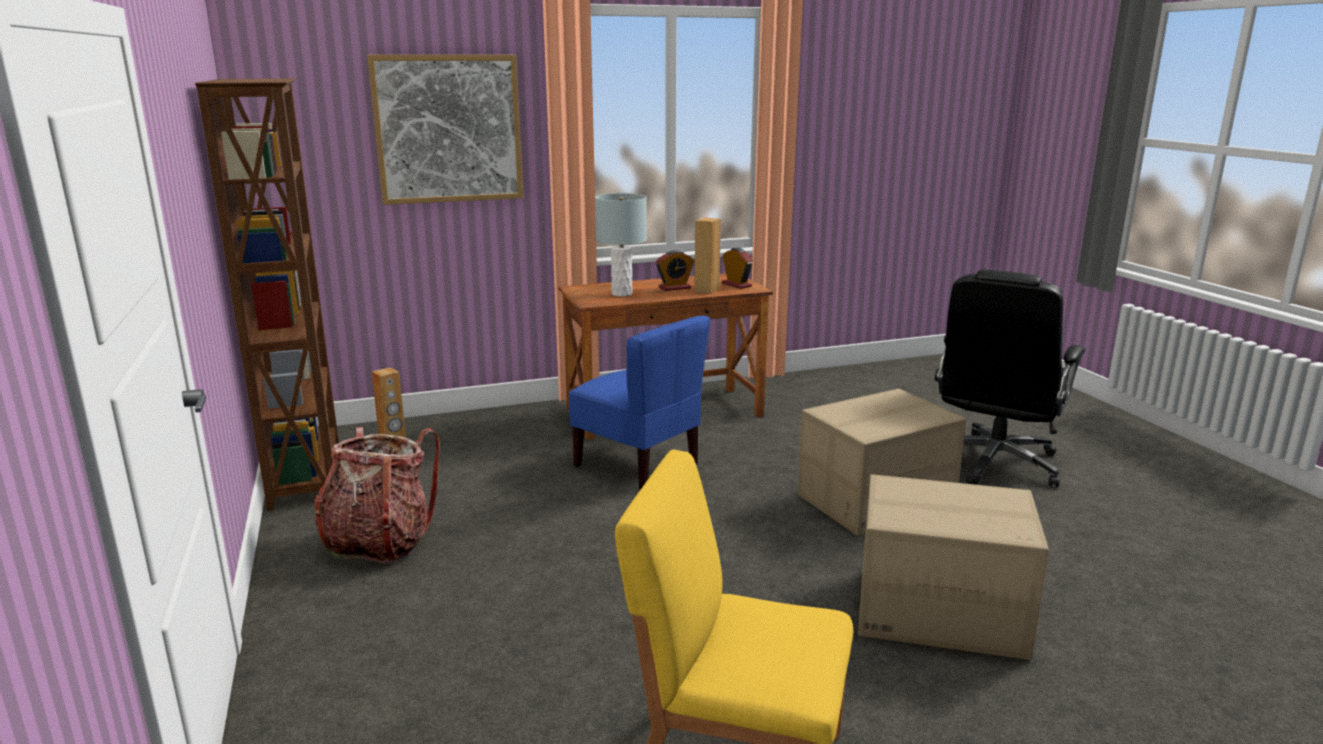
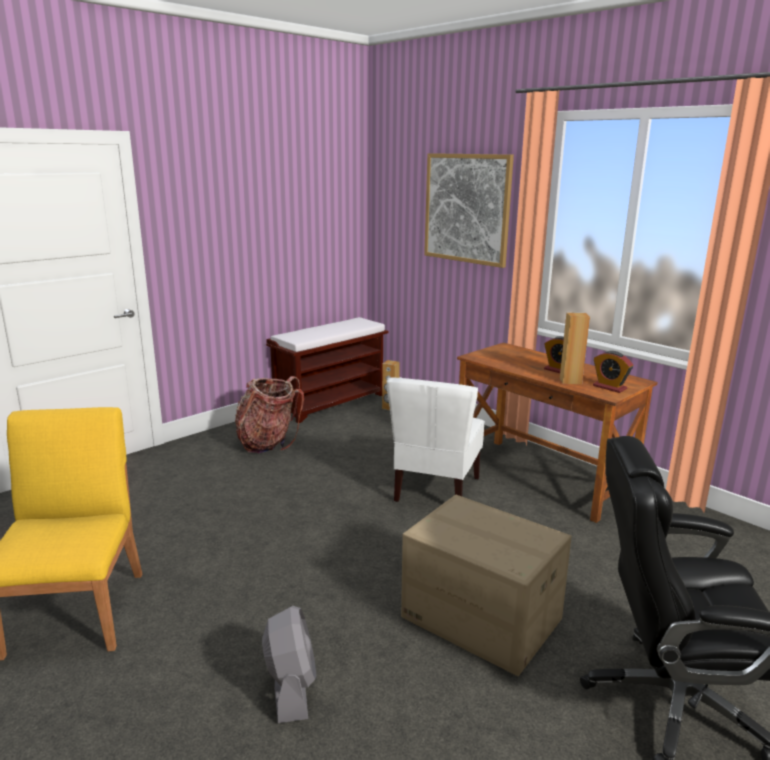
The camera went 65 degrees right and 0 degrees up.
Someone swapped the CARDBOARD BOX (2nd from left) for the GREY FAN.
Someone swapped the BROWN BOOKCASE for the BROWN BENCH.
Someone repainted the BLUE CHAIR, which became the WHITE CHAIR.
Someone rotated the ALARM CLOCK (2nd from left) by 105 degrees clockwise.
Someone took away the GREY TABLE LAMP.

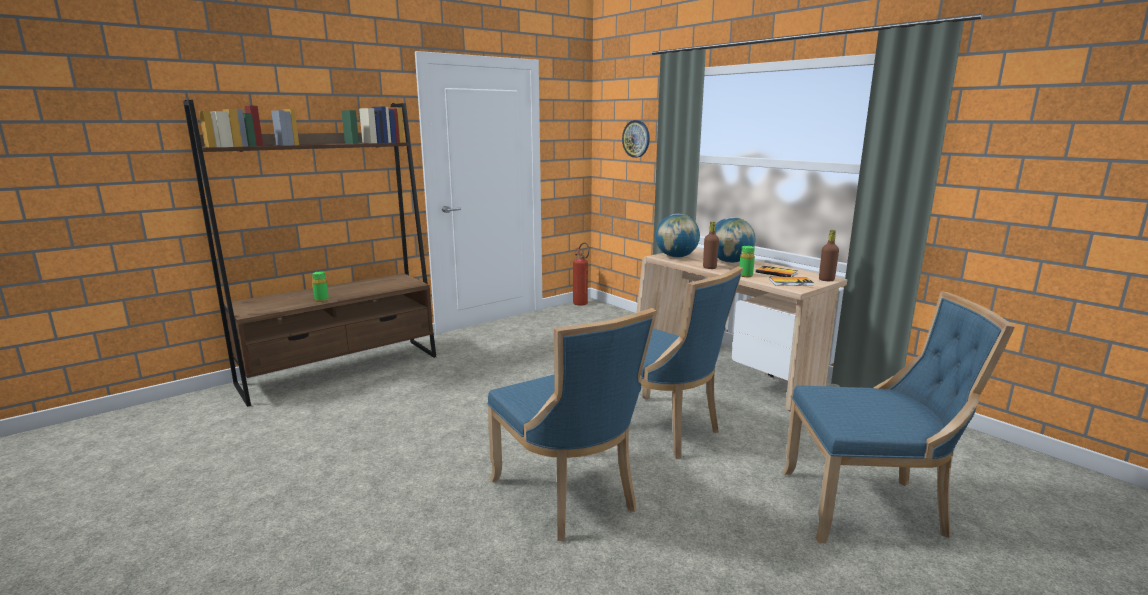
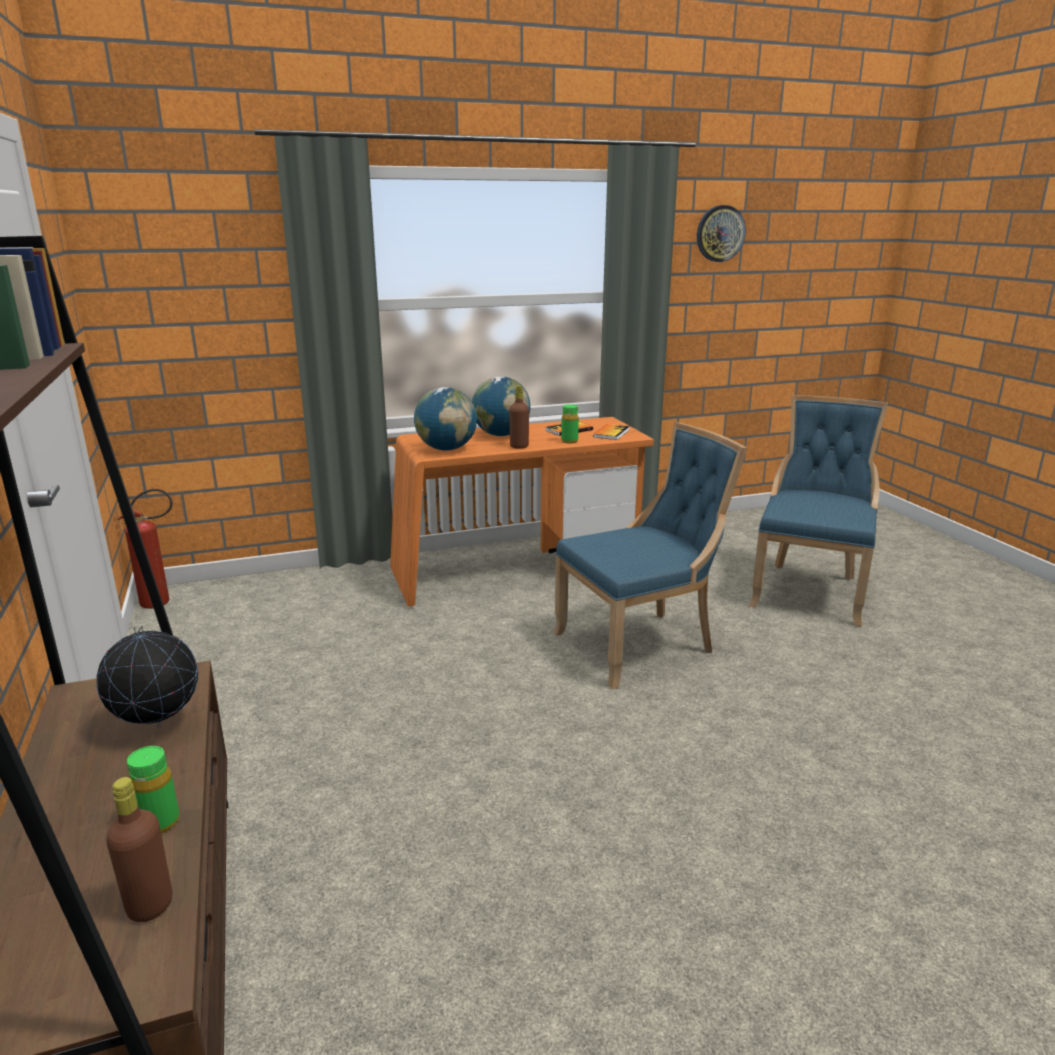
The camera went 70 degrees left and 5 degrees up.
Someone put down the GLOBE (1st from left).
Someone carried the BROWN BOTTLE (2nd from left in the first image).
Someone repainted the BEIGE DESK, which became the ORANGE DESK.
Someone carried the WALL CLOCK.
Someone took away the BLUE CHAIR (1st from left).

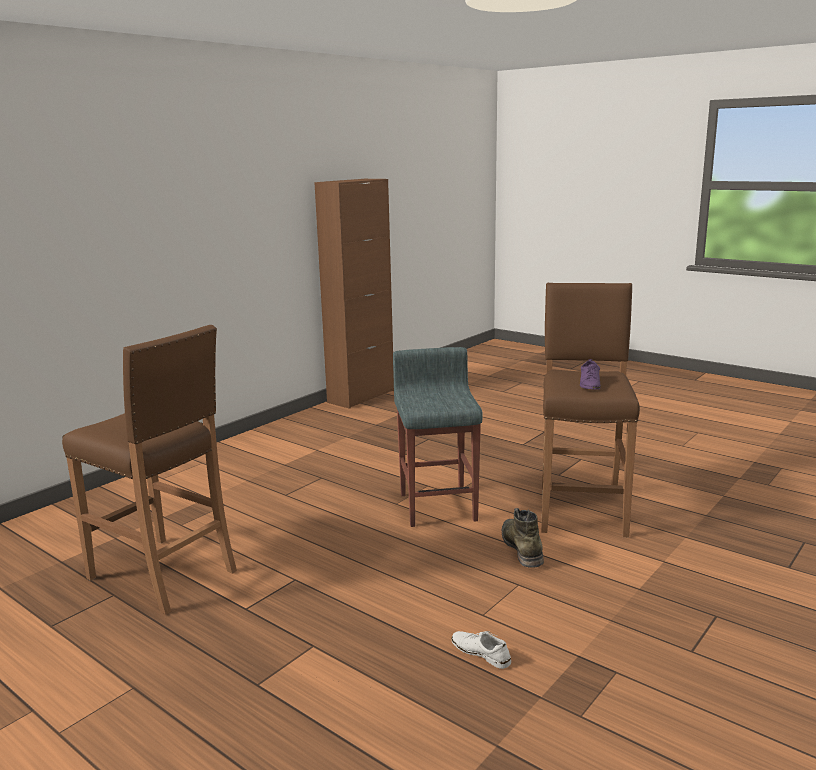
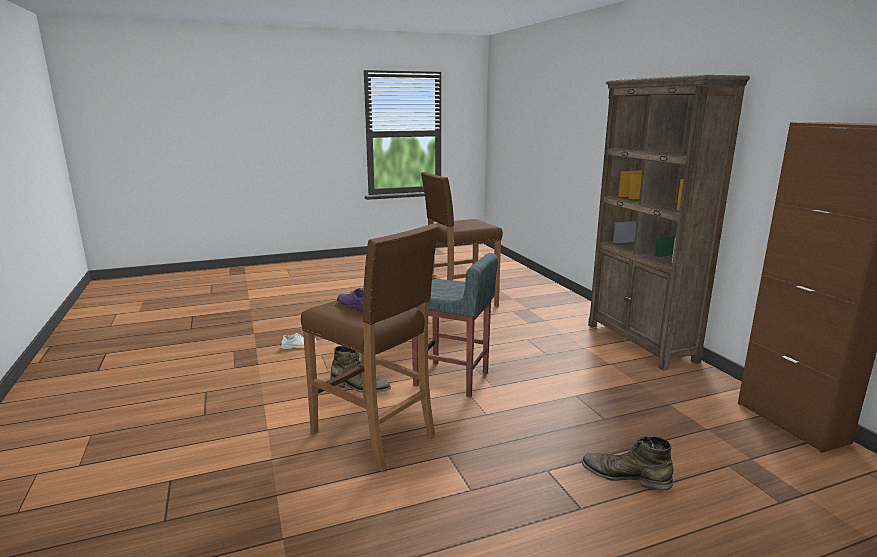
The camera went 120 degrees right and 0 degrees up.
Someone put down the GREEN BOOT (2nd from left).
Someone put down the BROWN BOOKCASE.

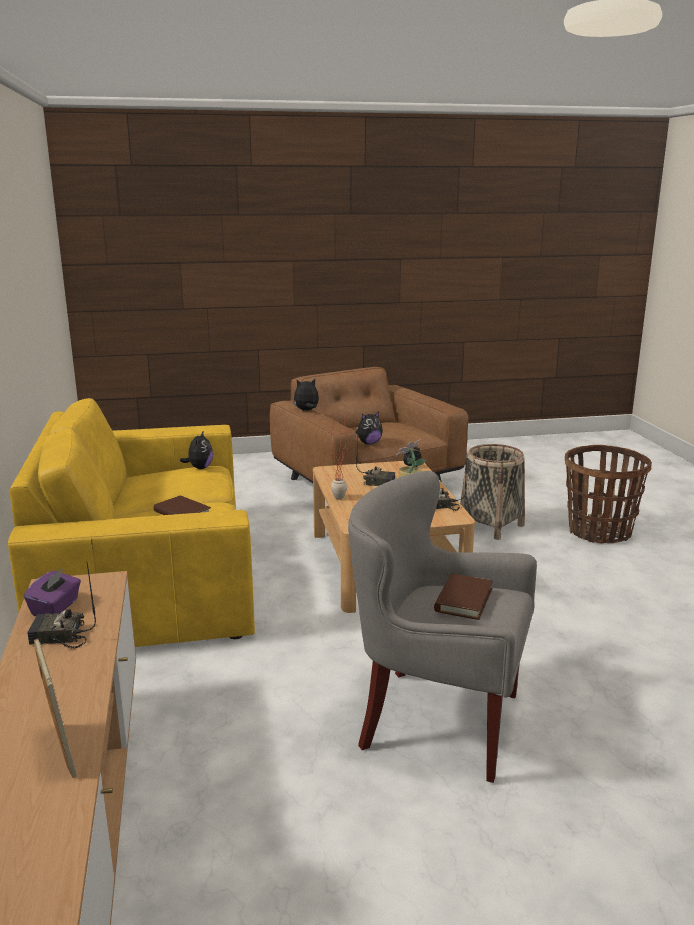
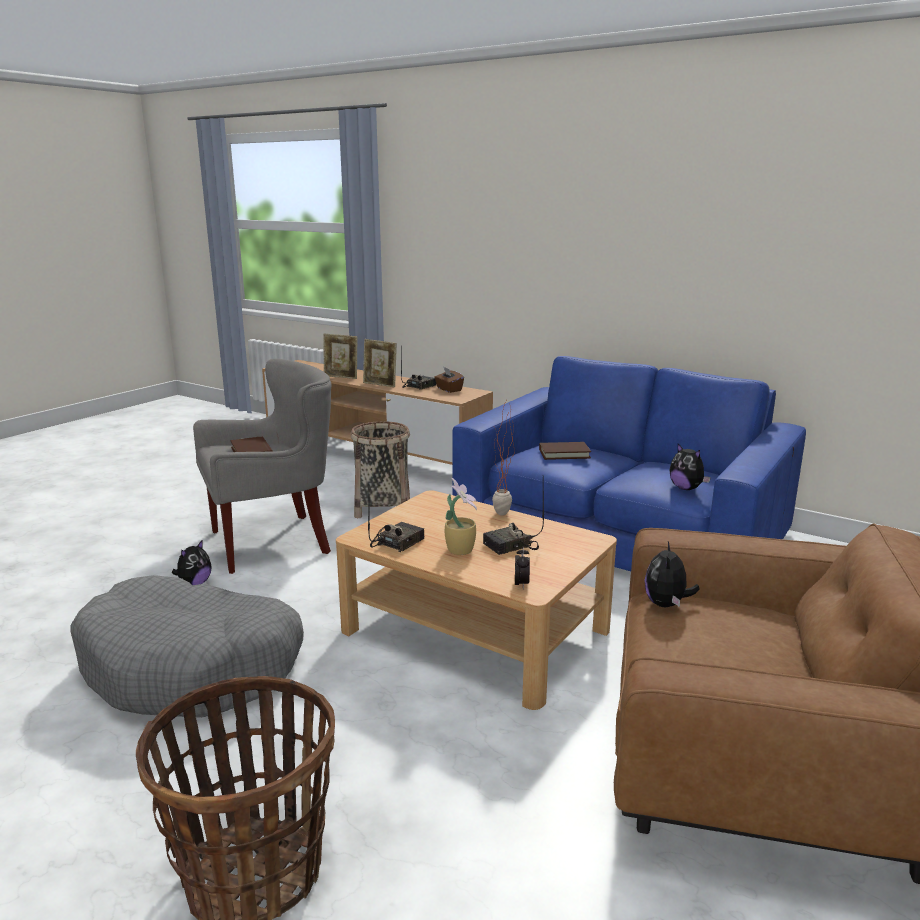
The camera went 135 degrees right and 0 degrees up.
Someone put down the GREY DOG BED.
Someone carried the PLUSH TOY (2nd from left in the first image).
Someone carried the BASKET (1st from left in the first image).
Someone put down the PICTURE FRAME (2nd from left).
Someone repainted the PURPLE TISSUE BOX, which became the BROWN TISSUE BOX.
Someone repainted the YELLOW SOFA, which became the BLUE SOFA.

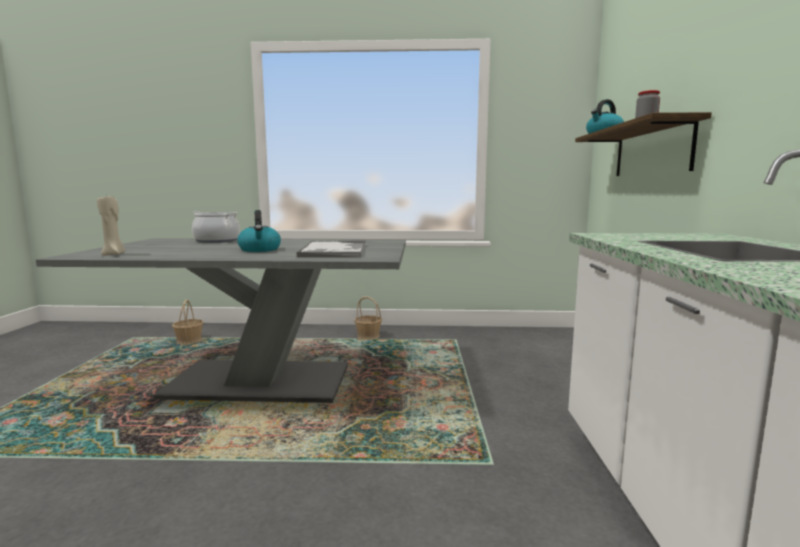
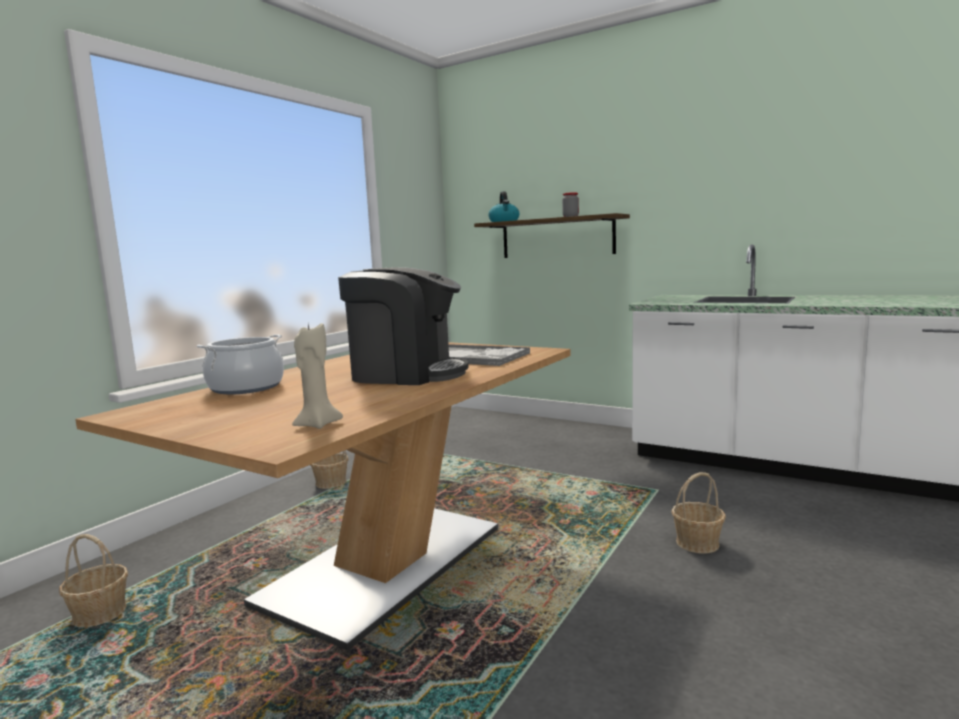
The camera went 60 degrees left and 0 degrees up.
Someone repainted the GREY DINING TABLE, which became the BROWN DINING TABLE.
Someone swapped the KETTLE (1st from left) for the COFFEE MACHINE.
Someone put down the BASKET (3rd from left).

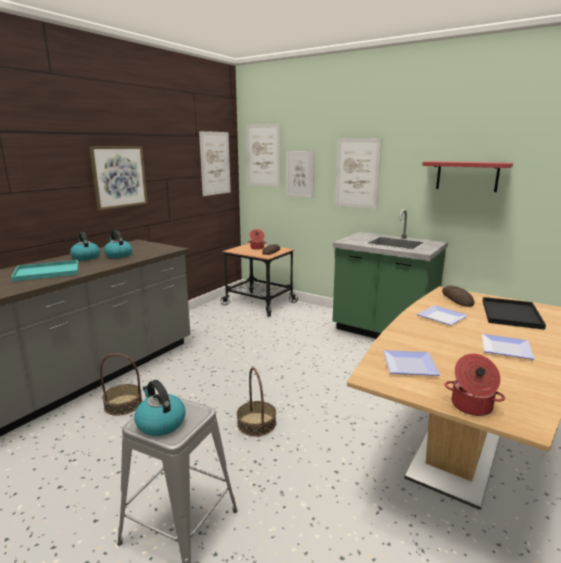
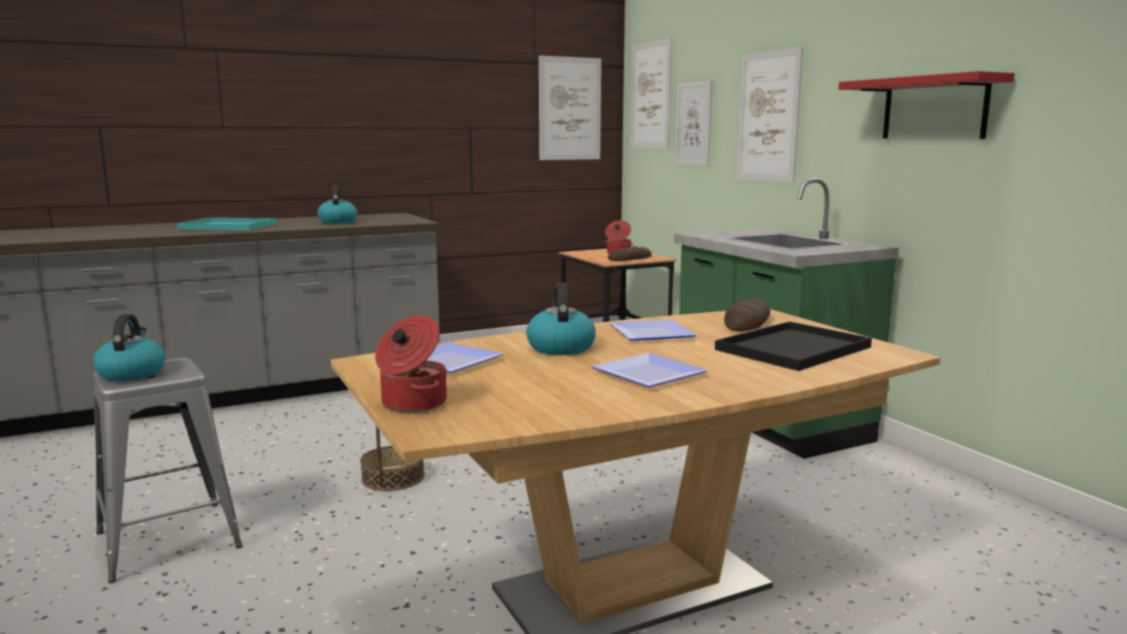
The camera went 30 degrees right and 5 degrees down.
Someone carried the KETTLE (1st from left in the first image).
Someone took away the PICTURE (1st from left).
Someone took away the BASKET (1st from left).

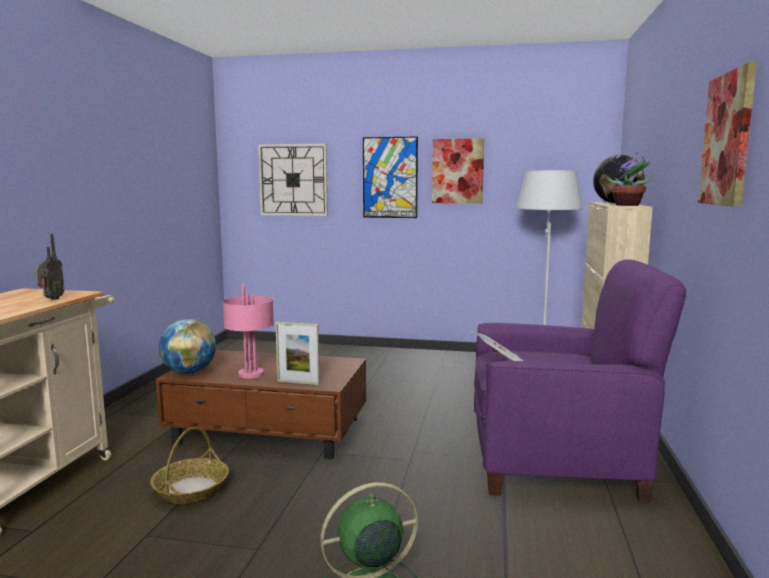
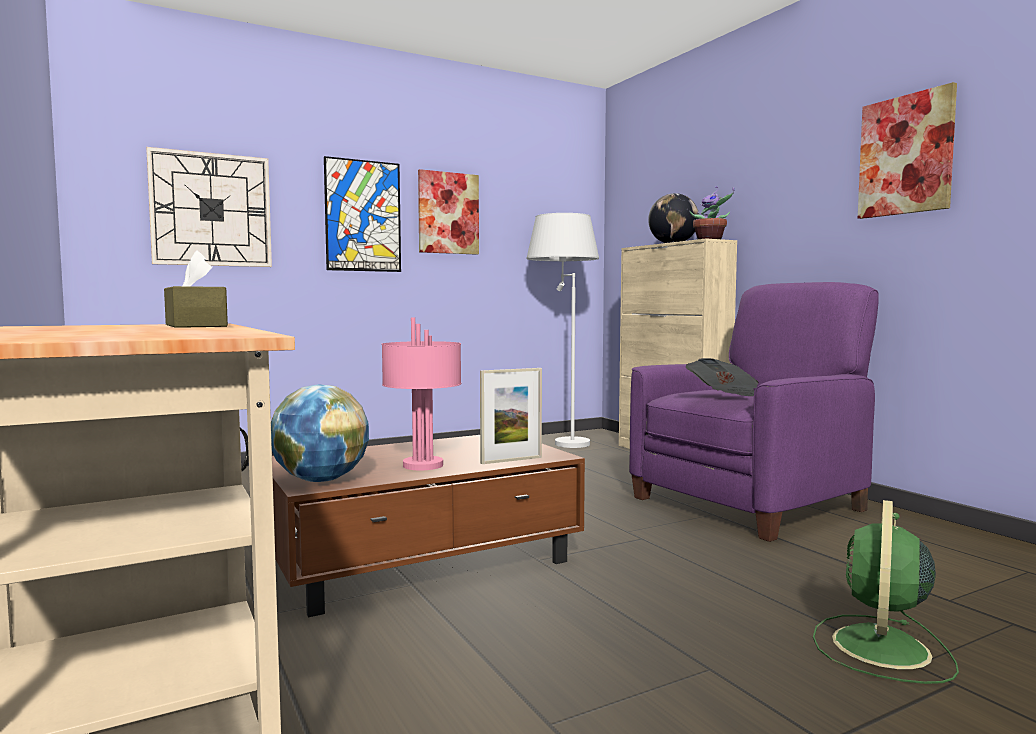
The camera went 40 degrees left and 5 degrees down.
Someone swapped the RADIO for the BROWN TISSUE BOX.
Someone took away the BASKET.

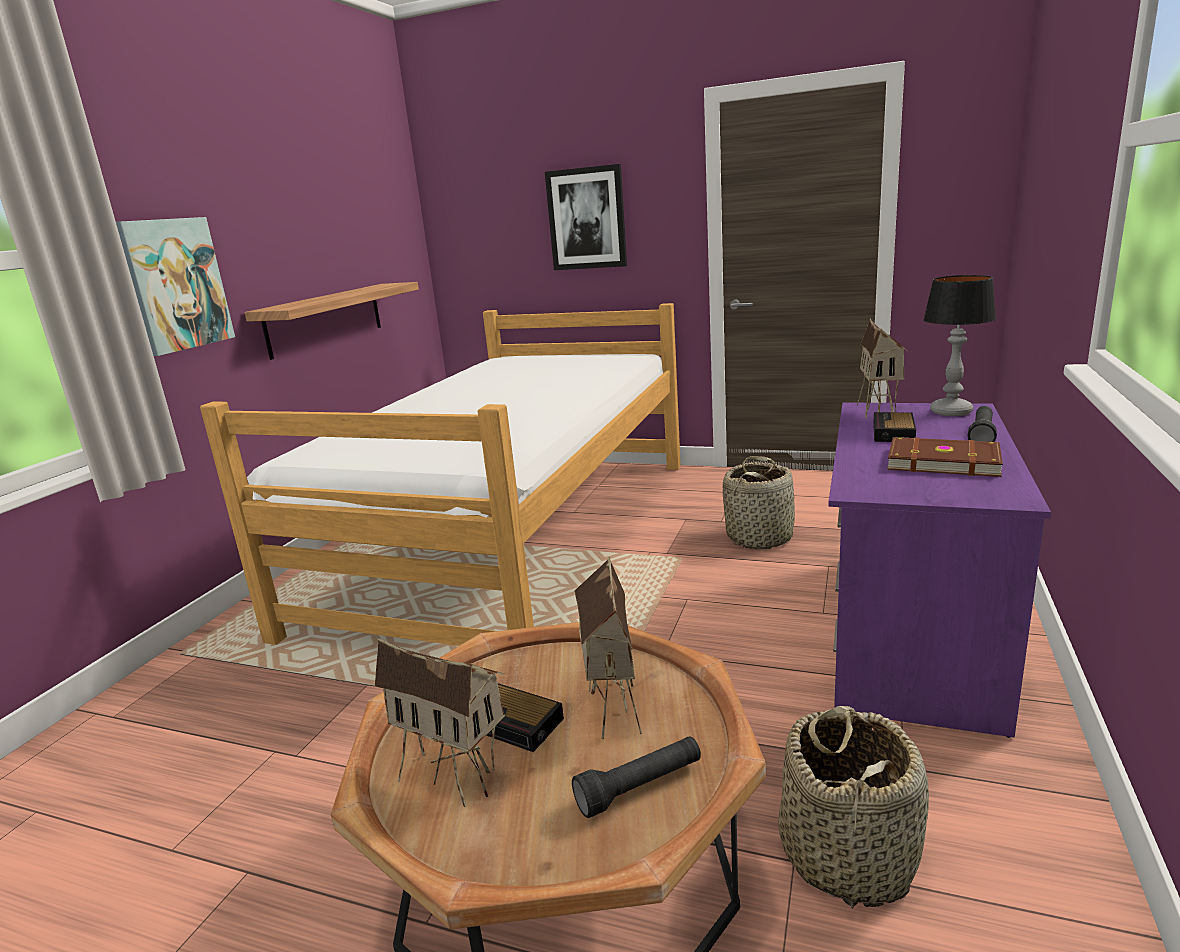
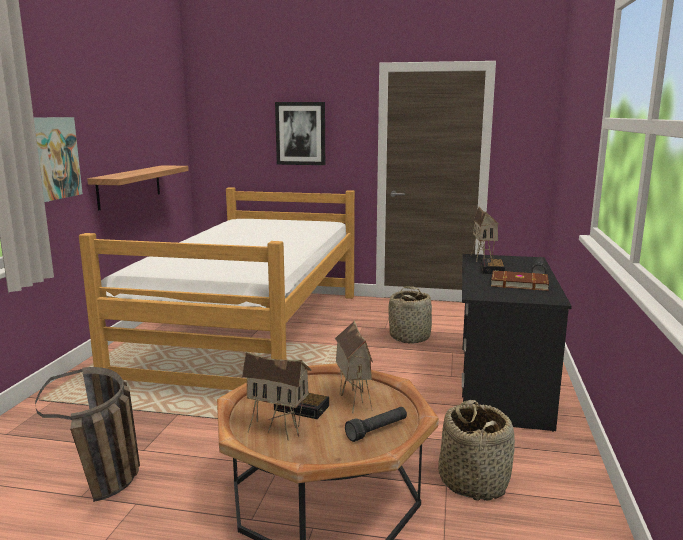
The camera went 10 degrees left and 5 degrees down.
Someone put down the BASKET (1st from left).
Someone repainted the PURPLE DESK, which became the BLACK DESK.
Someone took away the TABLE LAMP.

